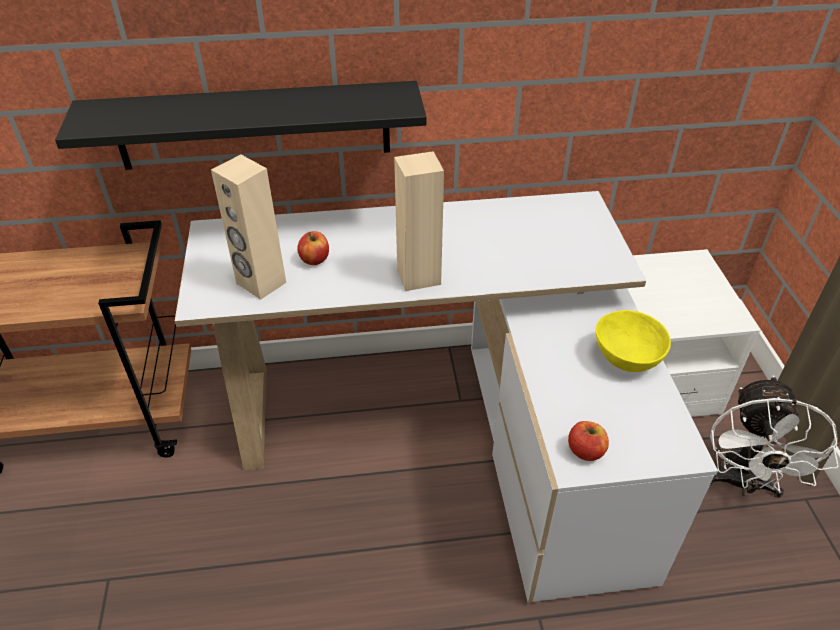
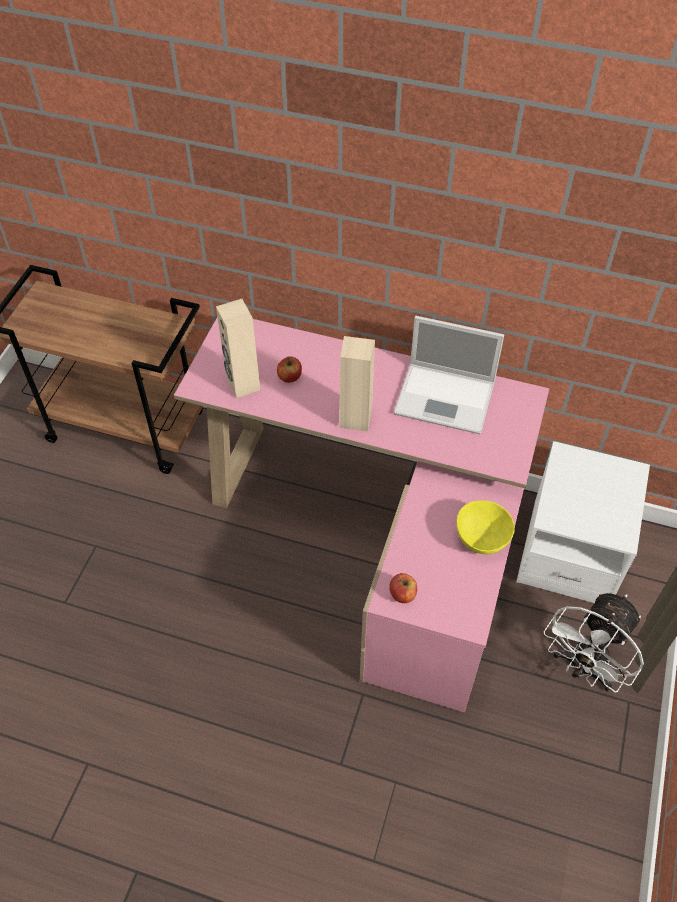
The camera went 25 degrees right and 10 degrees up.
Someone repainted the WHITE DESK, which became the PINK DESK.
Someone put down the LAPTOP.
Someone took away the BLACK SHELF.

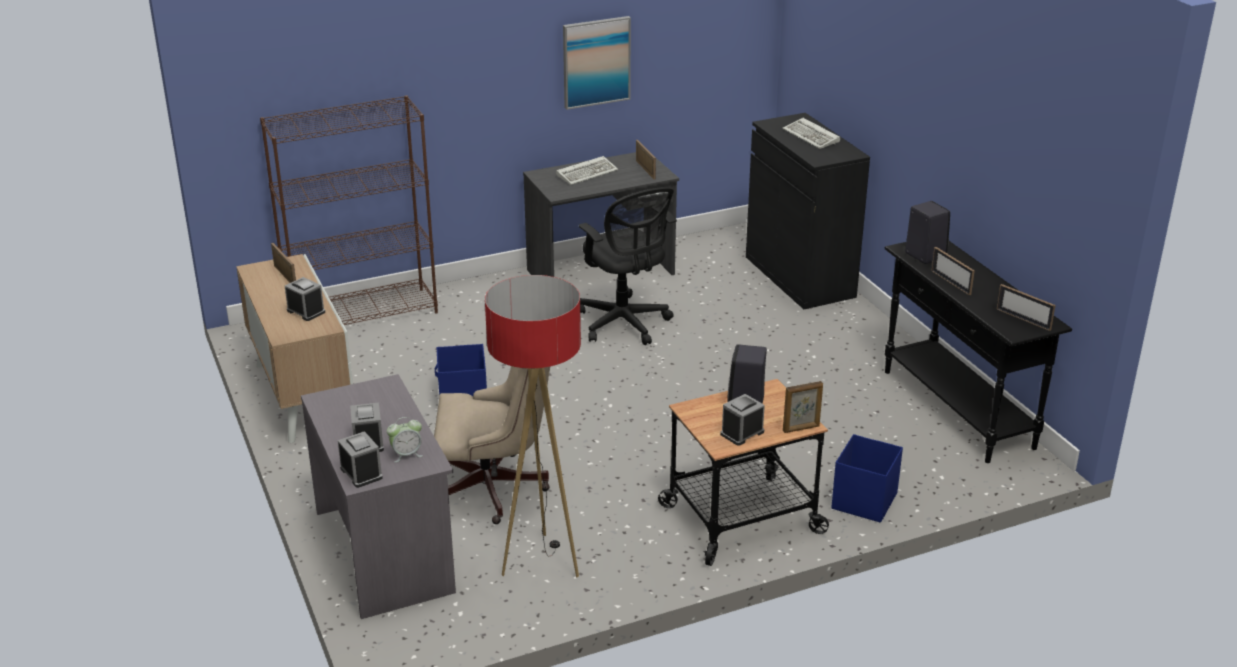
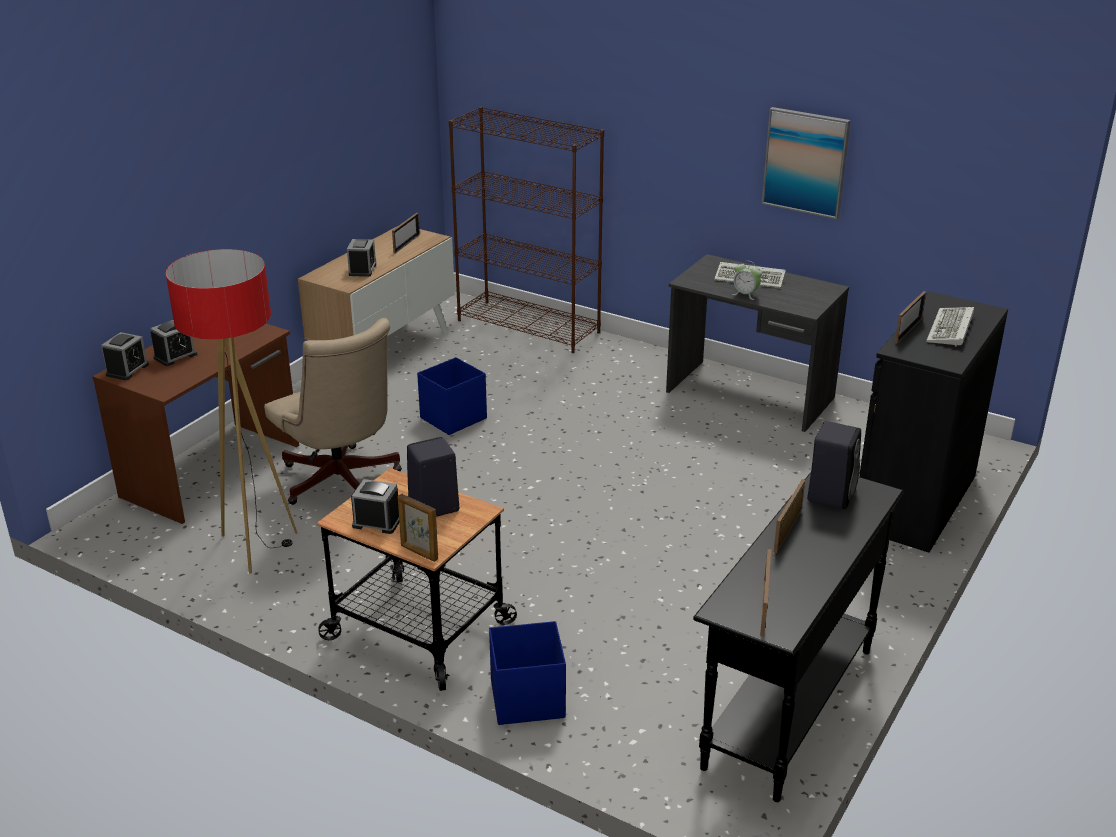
The camera went 55 degrees right and 0 degrees up.
Someone repainted the GREY DESK (1st from left), which became the BROWN DESK.
Someone carried the ALARM CLOCK (4th from left in the first image).
Someone carried the PICTURE FRAME (2nd from left in the first image).
Someone took away the BLACK OFFICE CHAIR.

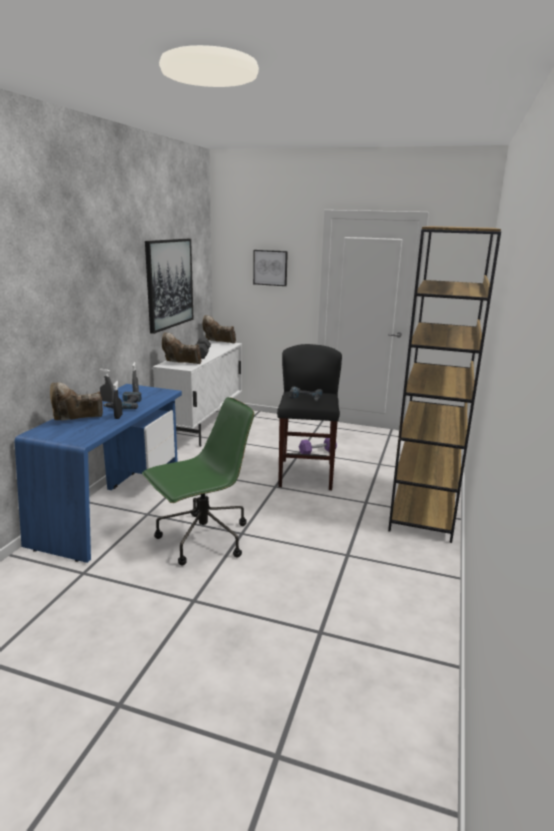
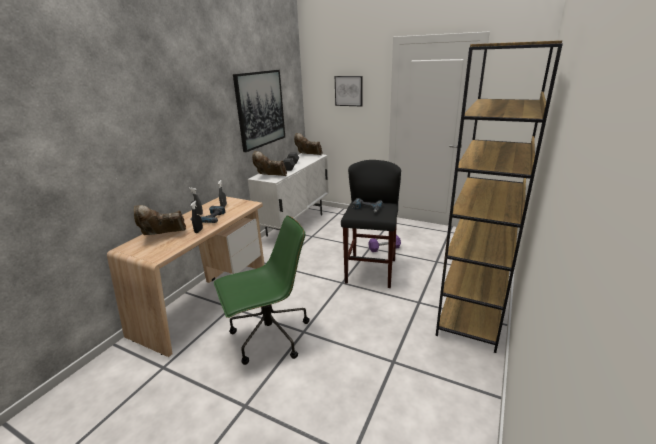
The camera went 10 degrees right and 5 degrees up.
Someone repainted the BLUE DESK, which became the BEIGE DESK.

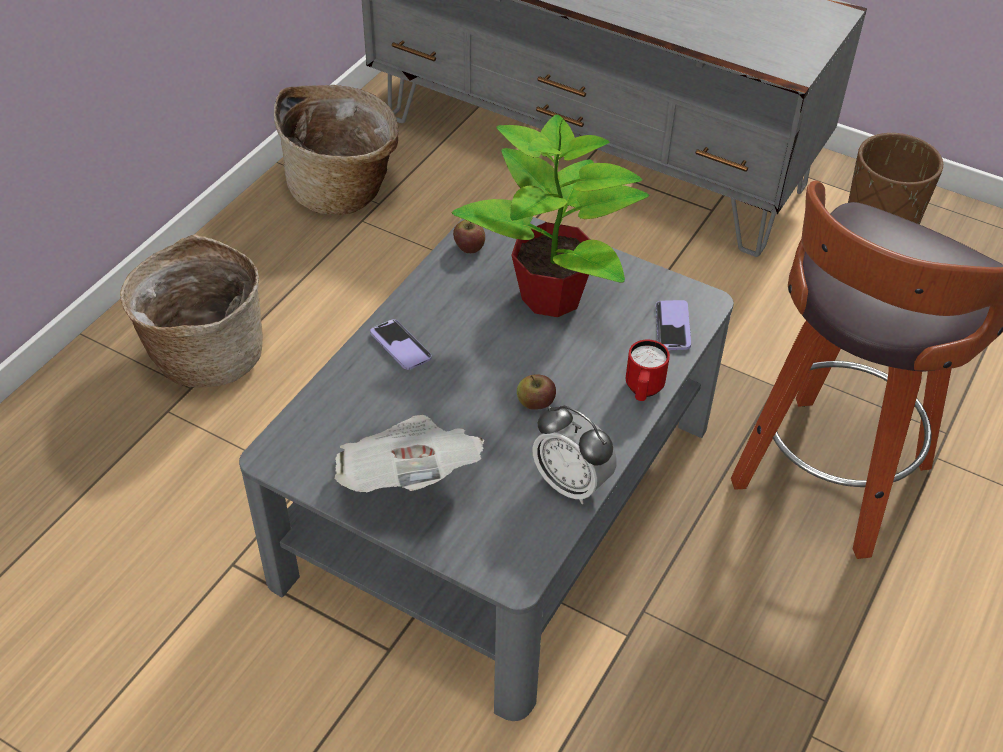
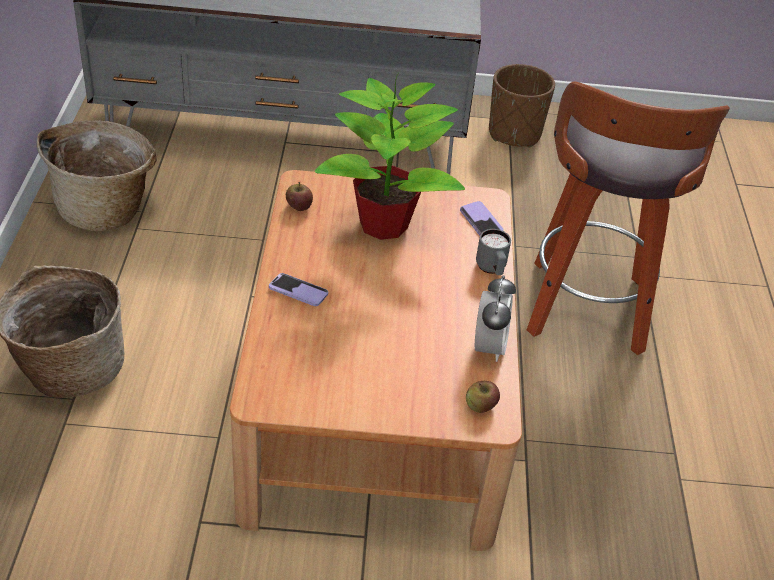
The camera went 30 degrees left and 5 degrees down.
Someone repainted the GREY COFFEE TABLE, which became the BROWN COFFEE TABLE.
Someone carried the APPLE (2nd from left).
Someone rotated the ALARM CLOCK by 90 degrees counterclockwise.
Someone repainted the RED MUG, which became the GREY MUG.
Someone took away the NEWSPAPER.

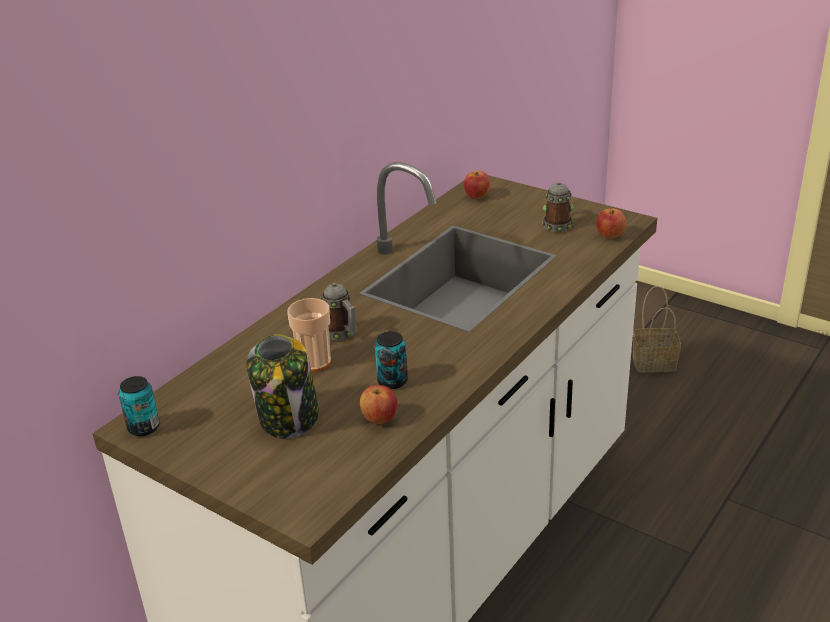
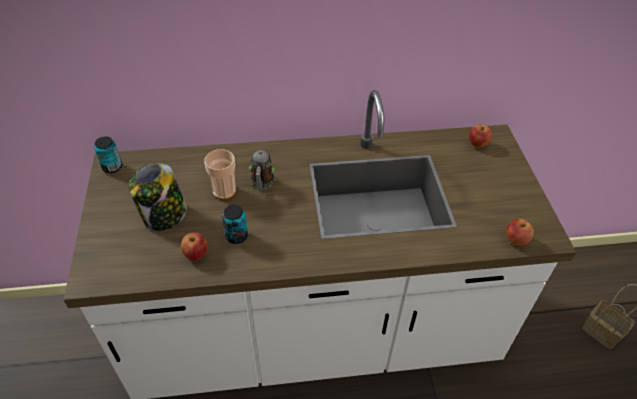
The camera went 45 degrees right and 15 degrees up.
Someone took away the MUG (2nd from left).

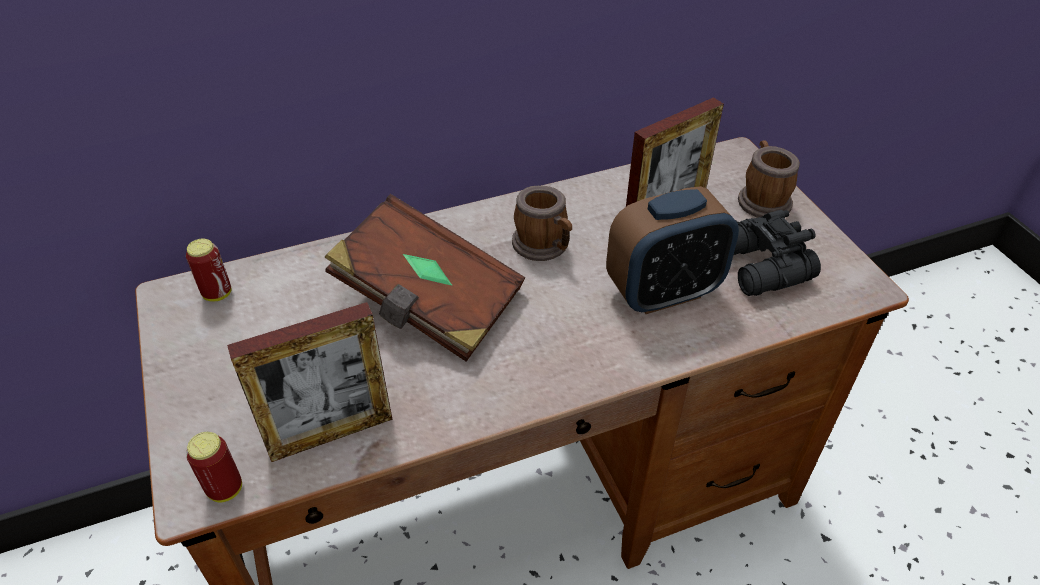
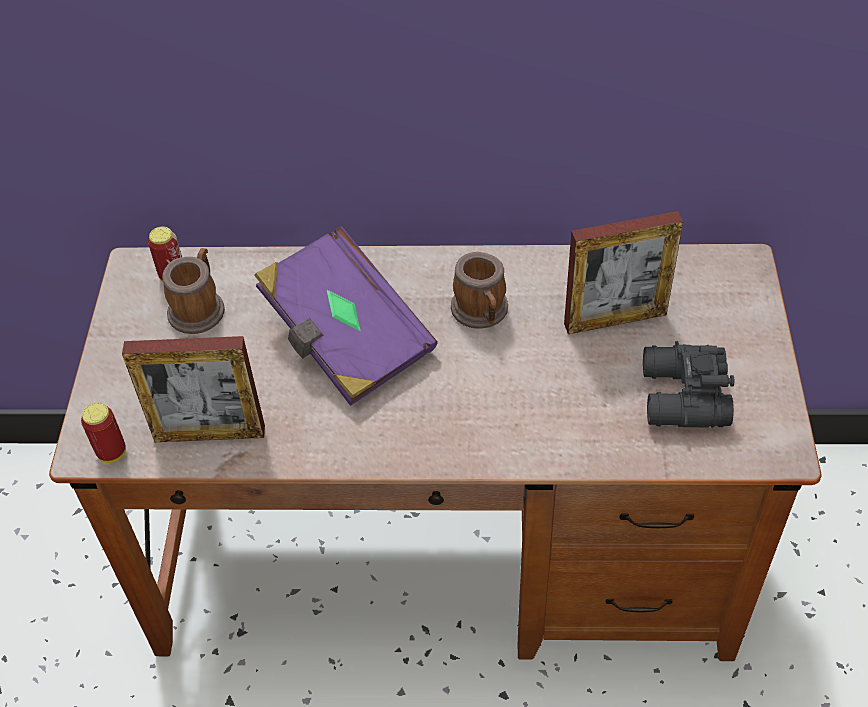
The camera went 25 degrees right and 5 degrees up.
Someone carried the MUG (2nd from left in the first image).
Someone repainted the BROWN BOOK, which became the PURPLE BOOK.
Someone took away the ALARM CLOCK.

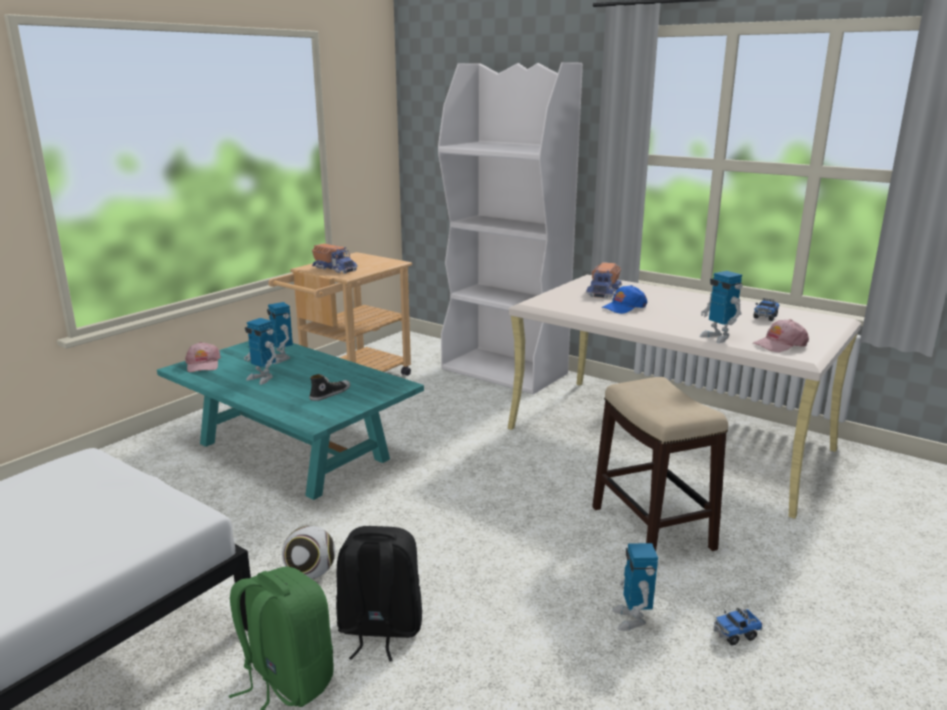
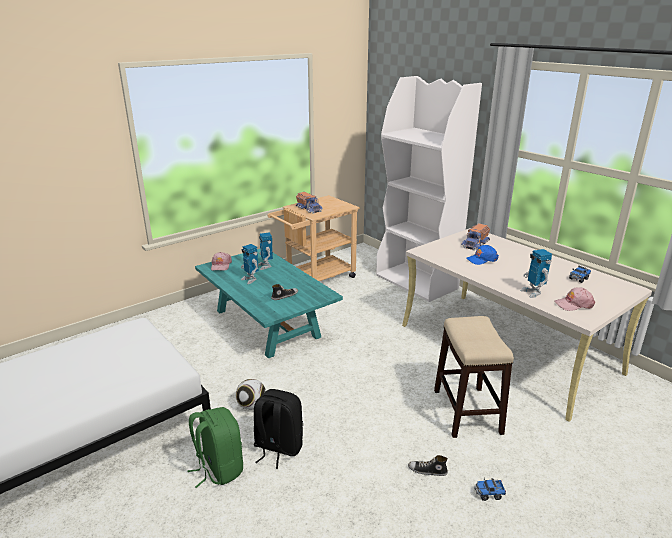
The camera went 15 degrees right and 5 degrees up.
Someone swapped the TOY ROBOT (3rd from left) for the SHOE (2nd from left).

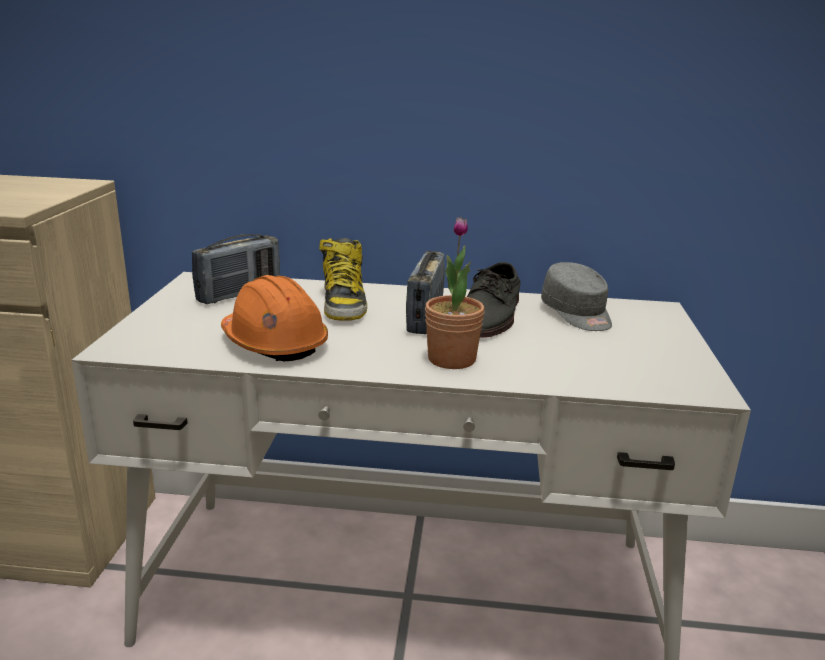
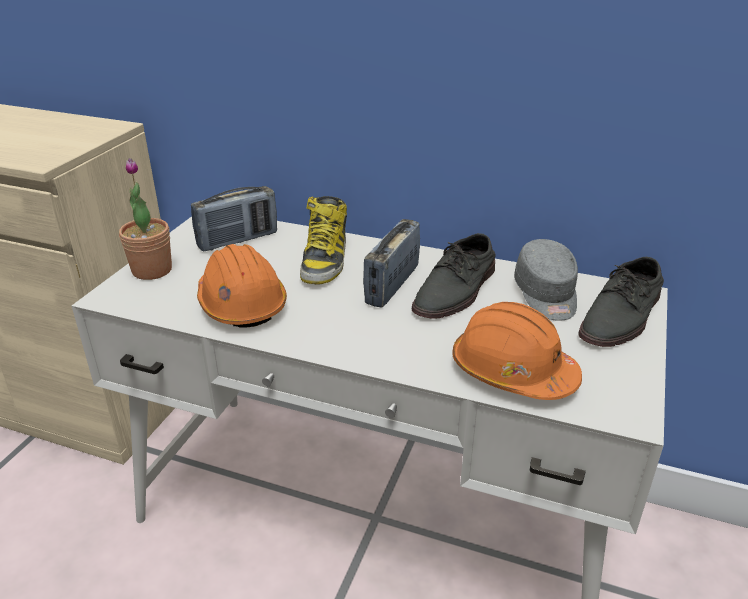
The camera went 15 degrees right and 10 degrees up.
Someone carried the POTTED PLANT.
Someone put down the ORANGE HARD HAT (2nd from left).
Someone put down the GREY SHOE (2nd from left).

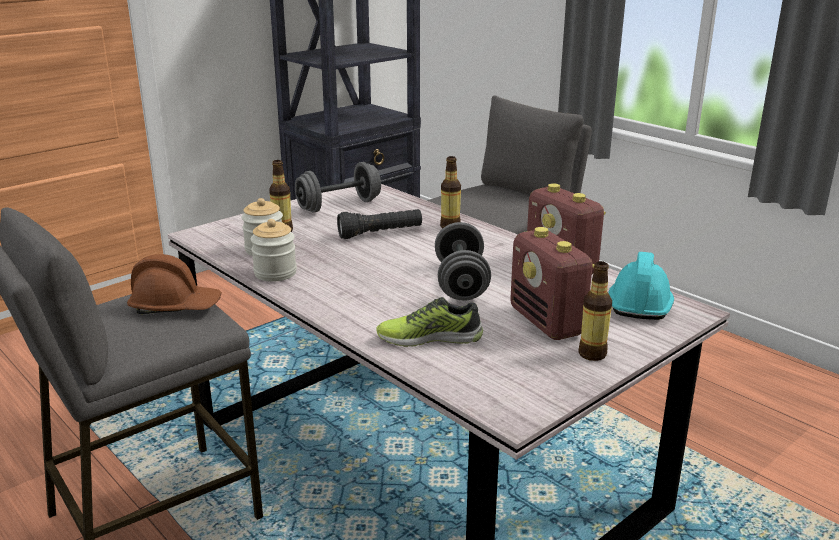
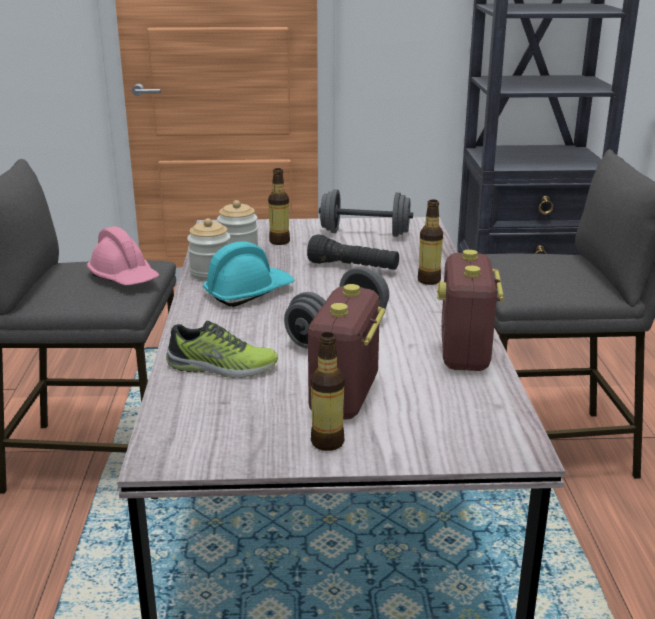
The camera went 40 degrees right and 0 degrees up.
Someone repainted the BROWN HARD HAT, which became the PINK HARD HAT.
Someone rotated the SHOE by 150 degrees clockwise.
Someone carried the TURQUOISE HARD HAT.

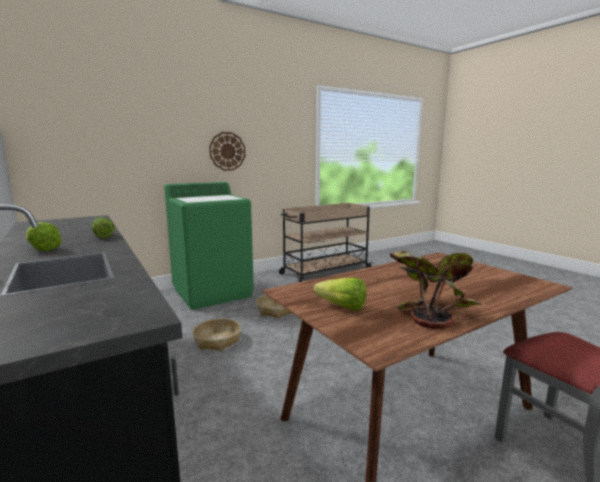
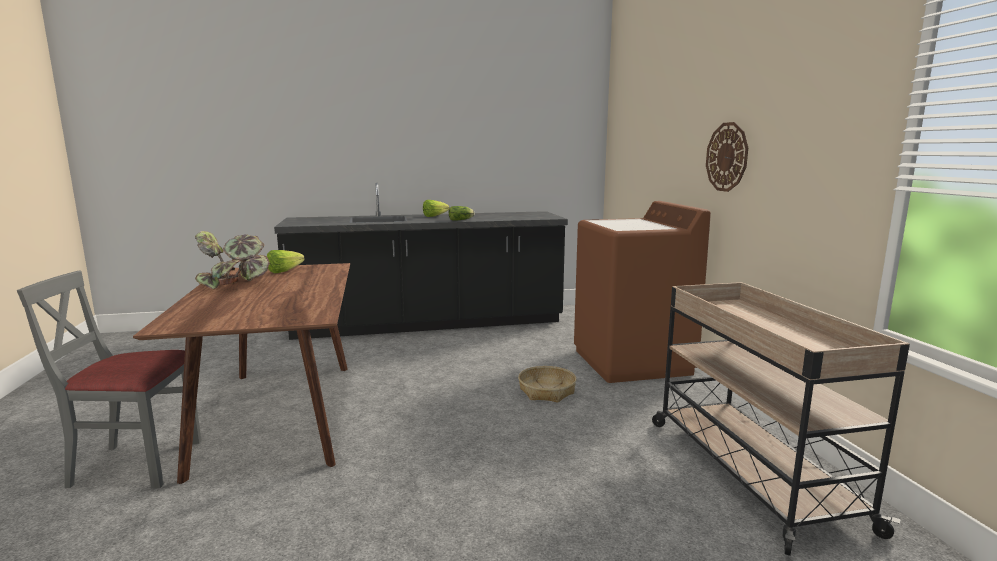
The camera went 110 degrees right and 0 degrees up.
Someone repainted the GREEN WASHING MACHINE, which became the BROWN WASHING MACHINE.
Someone took away the BASKET (1st from left).

